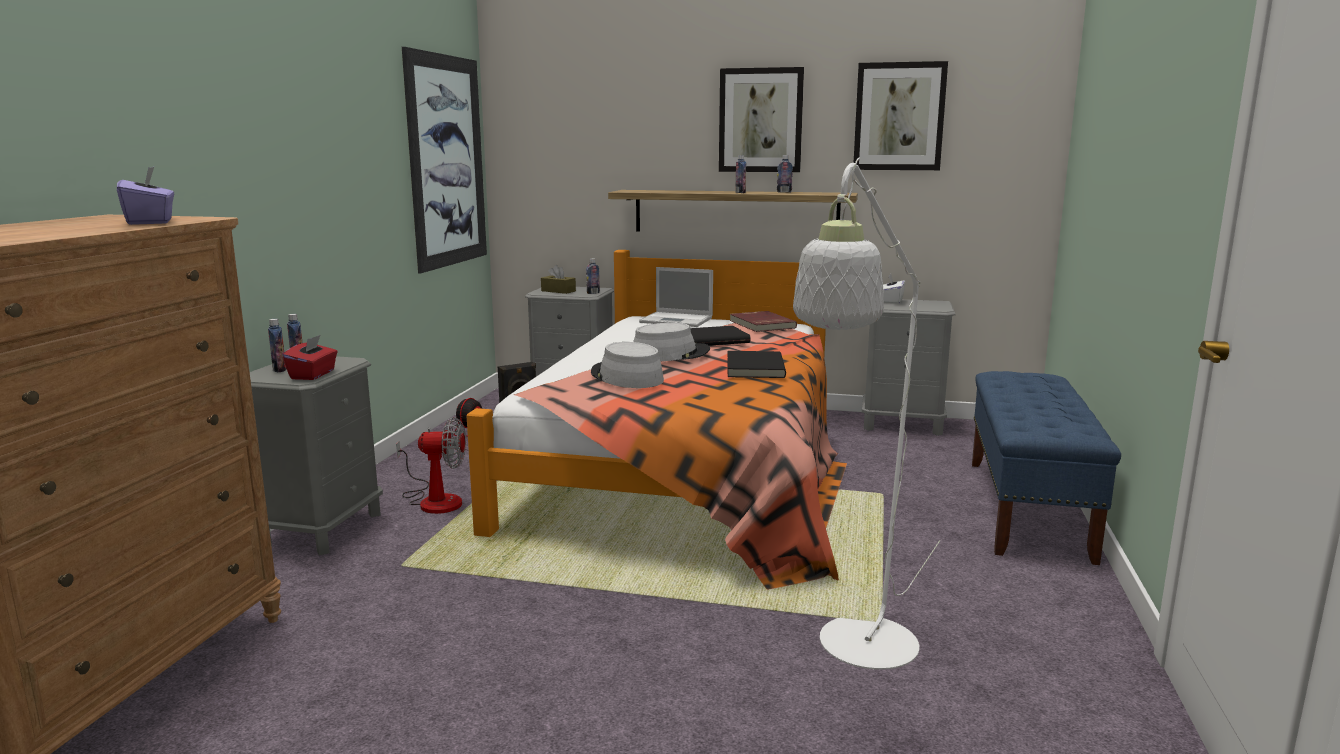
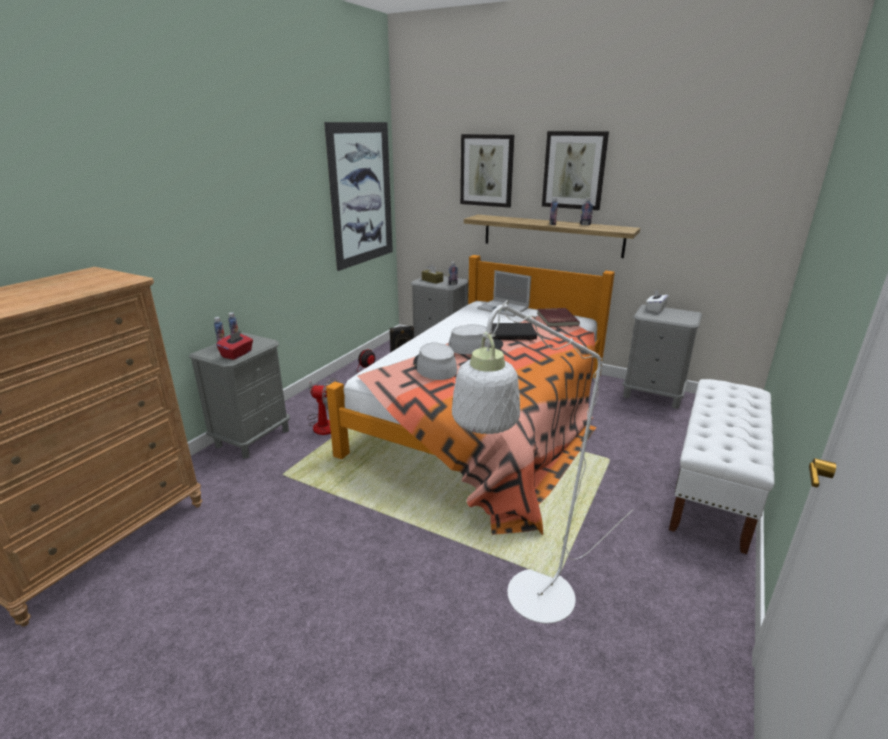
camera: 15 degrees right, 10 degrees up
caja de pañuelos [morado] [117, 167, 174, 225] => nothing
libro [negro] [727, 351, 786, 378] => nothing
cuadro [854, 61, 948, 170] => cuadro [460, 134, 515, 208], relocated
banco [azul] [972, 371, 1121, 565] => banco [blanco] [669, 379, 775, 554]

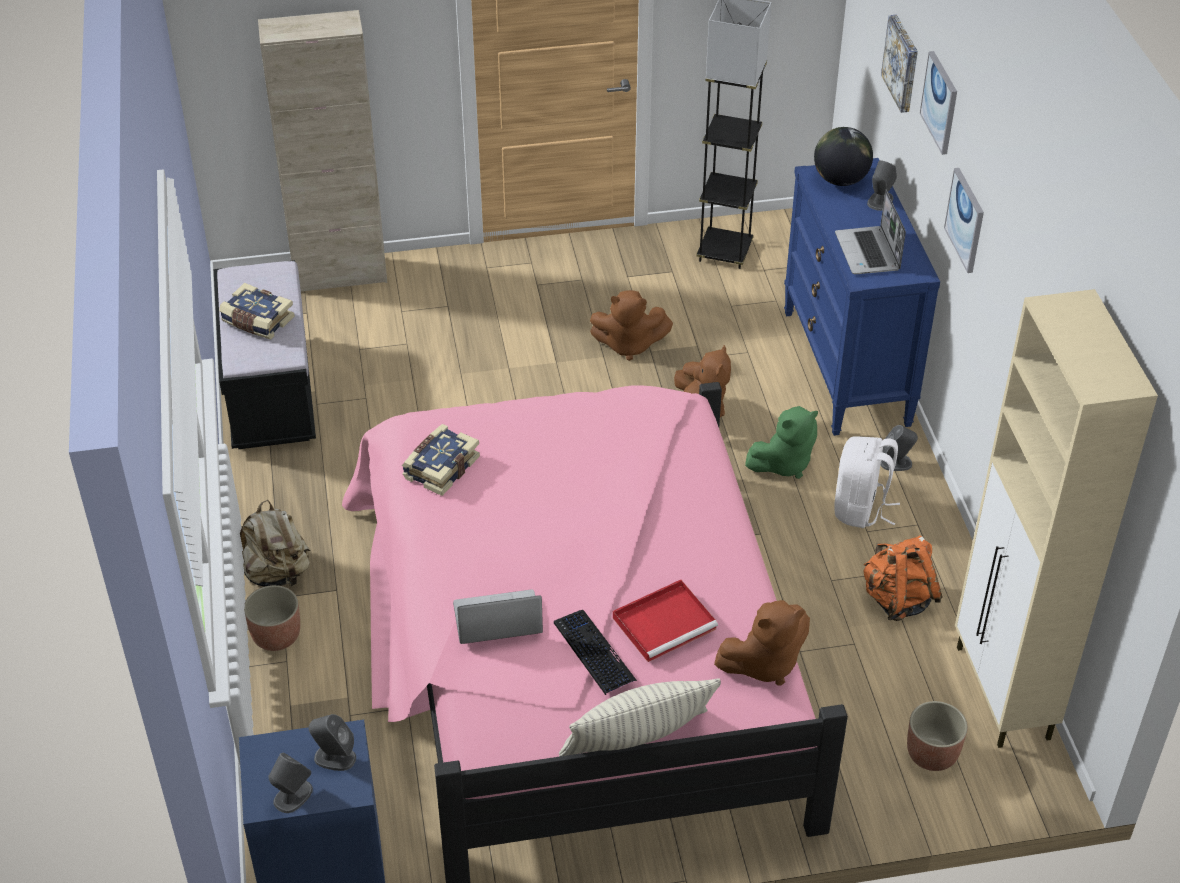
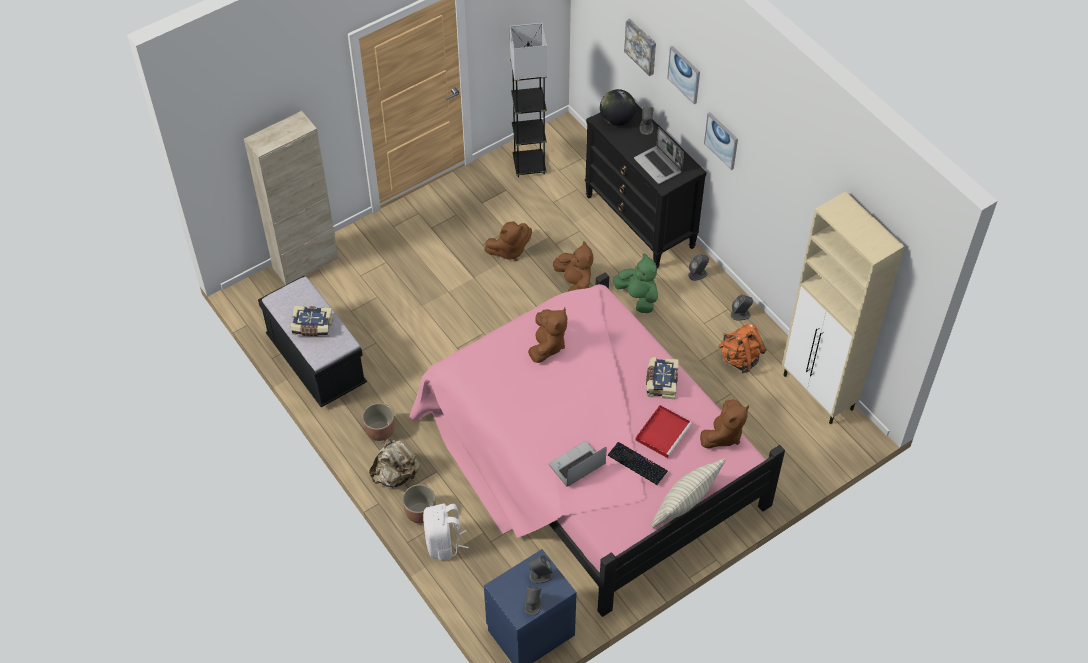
camera: 25 degrees left, 10 degrees up
libro [402, 424, 480, 496] => libro [646, 357, 679, 399], relocated
peluche [verde] [745, 406, 818, 479] => peluche [verde] [613, 254, 658, 313], 75 degrees counterclockwise
cómoda [azul] [784, 158, 940, 436] => cómoda [negro] [585, 102, 706, 268]
mochila [blanco] [834, 436, 900, 528] => mochila [blanco] [423, 503, 469, 560], relocated
maceta [907, 701, 968, 771] => maceta [362, 403, 395, 441], relocated
nothing => peluche [marrón] [528, 308, 567, 363]
nothing => altavoz [gris] [731, 295, 753, 321]

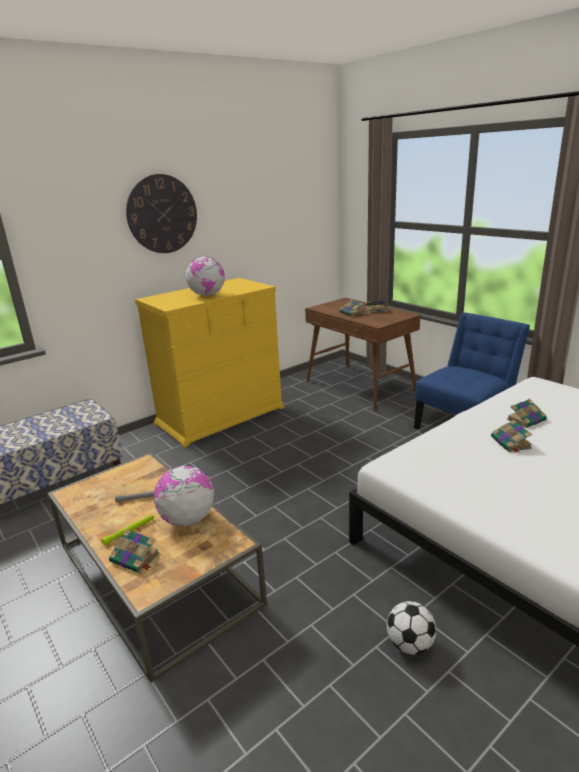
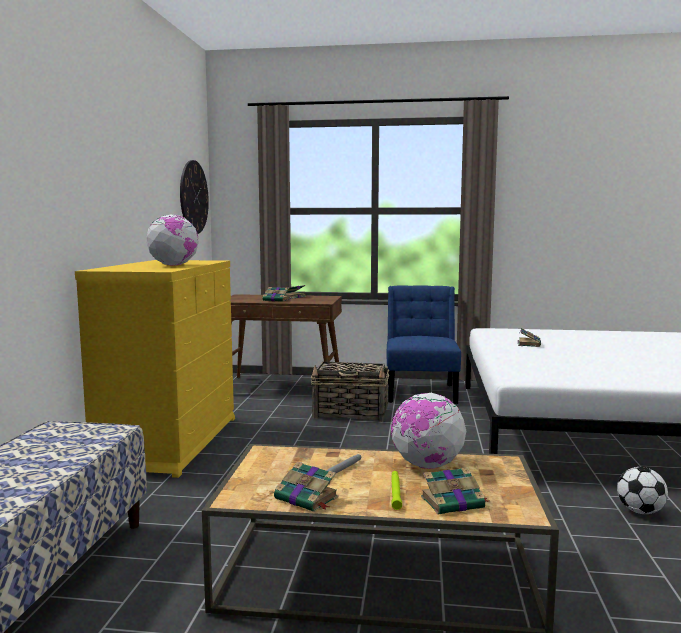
camera: 45 degrees left, 15 degrees down
reloj de pared [126, 174, 197, 253] => reloj de pared [180, 160, 209, 234], relocated
libro [491, 420, 532, 453] => libro [274, 461, 338, 512], relocated
nothing => cesta [310, 362, 389, 422]

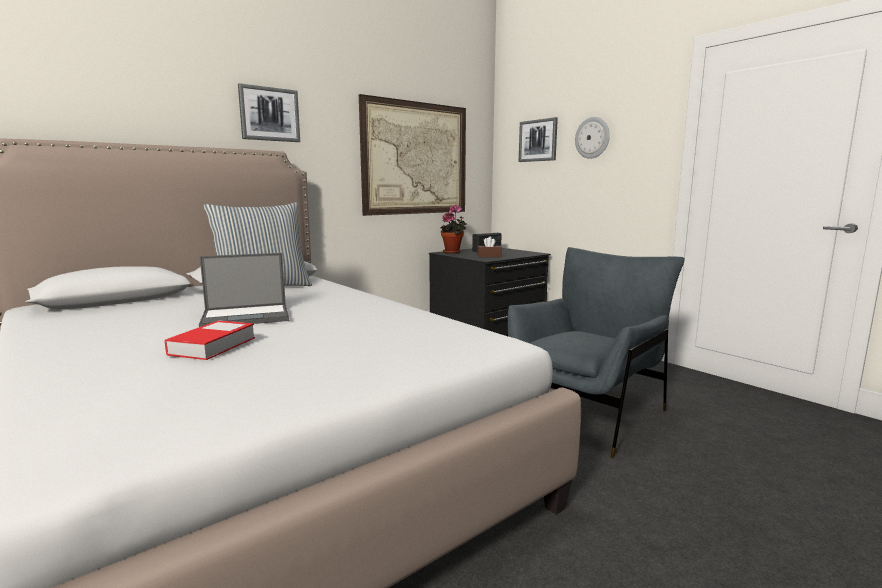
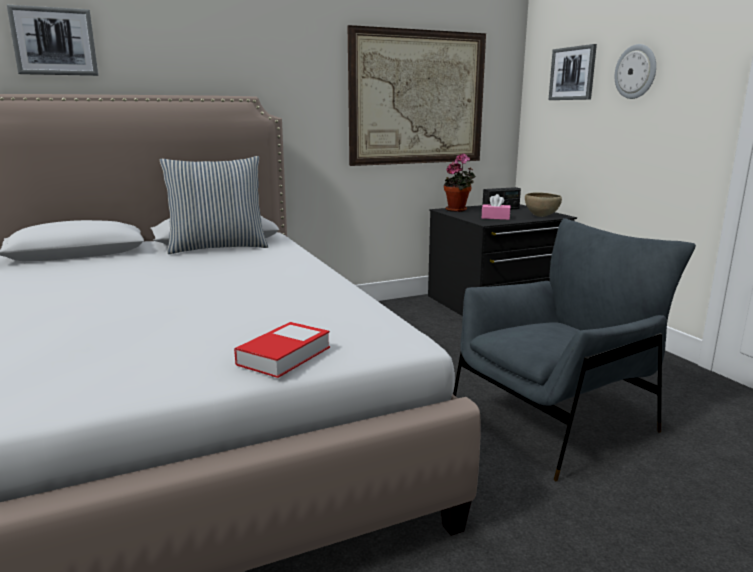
camera: 15 degrees right, 5 degrees up
libro [165, 320, 255, 360] => libro [234, 322, 330, 378], relocated
portátil [199, 253, 289, 327] => nothing
cuadro [238, 83, 300, 142] => cuadro [7, 5, 98, 76], relocated
caja de pañuelos [marrón] [477, 237, 502, 257] => caja de pañuelos [rosa] [482, 194, 511, 220]
nothing => cuenco [marrón] [525, 192, 562, 217]

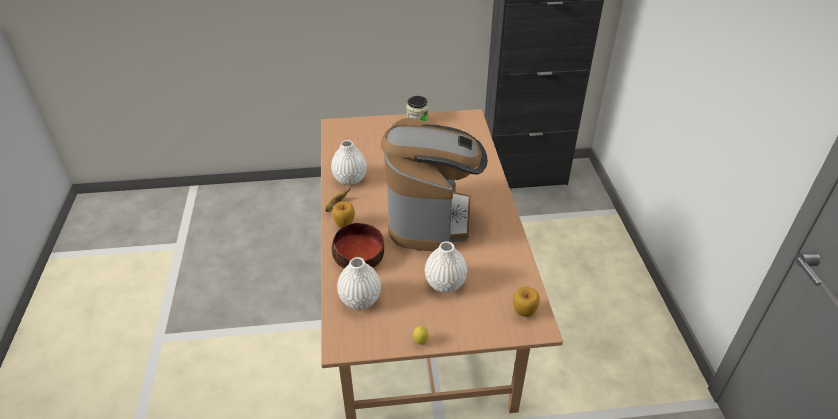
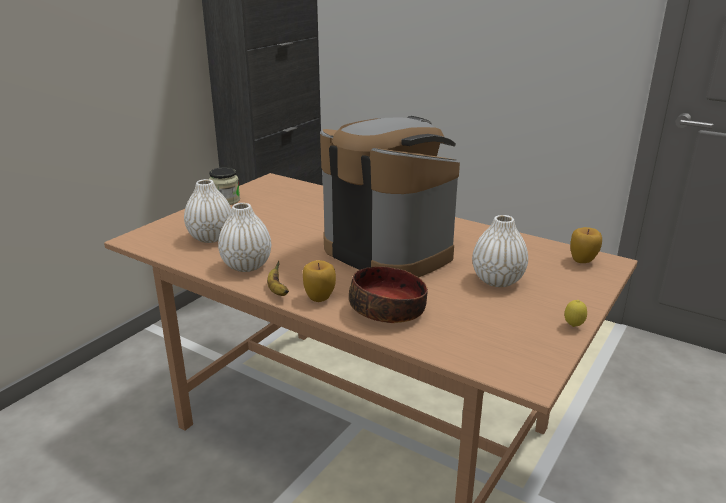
camera: 50 degrees left, 15 degrees down
florero [blanco] [337, 257, 381, 309] => florero [blanco] [184, 179, 232, 243], relocated

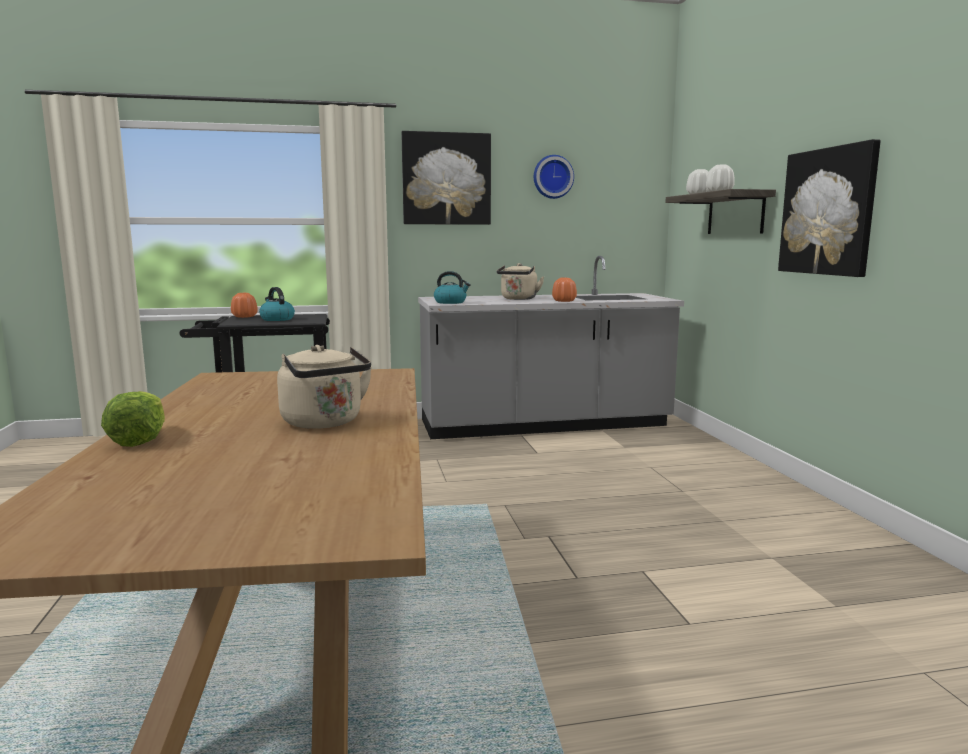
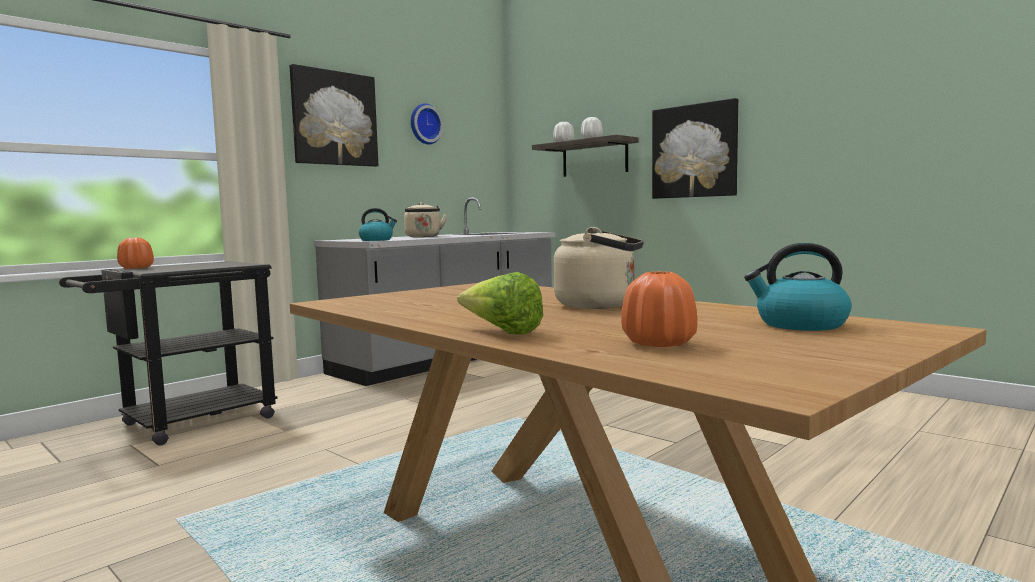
camera: 35 degrees left, 5 degrees down
hervidor [259, 287, 295, 321] => hervidor [744, 243, 852, 331], relocated
florero [naranja] [552, 278, 577, 302] => florero [naranja] [621, 271, 697, 347], relocated

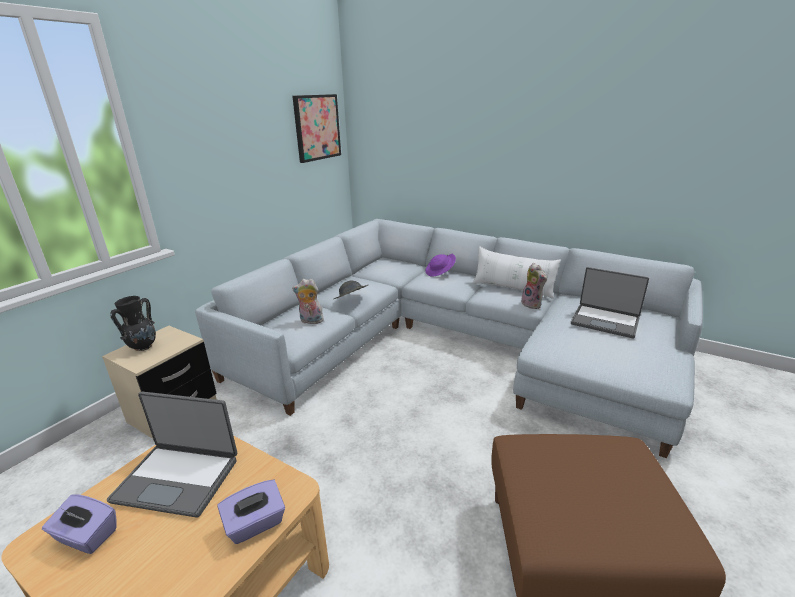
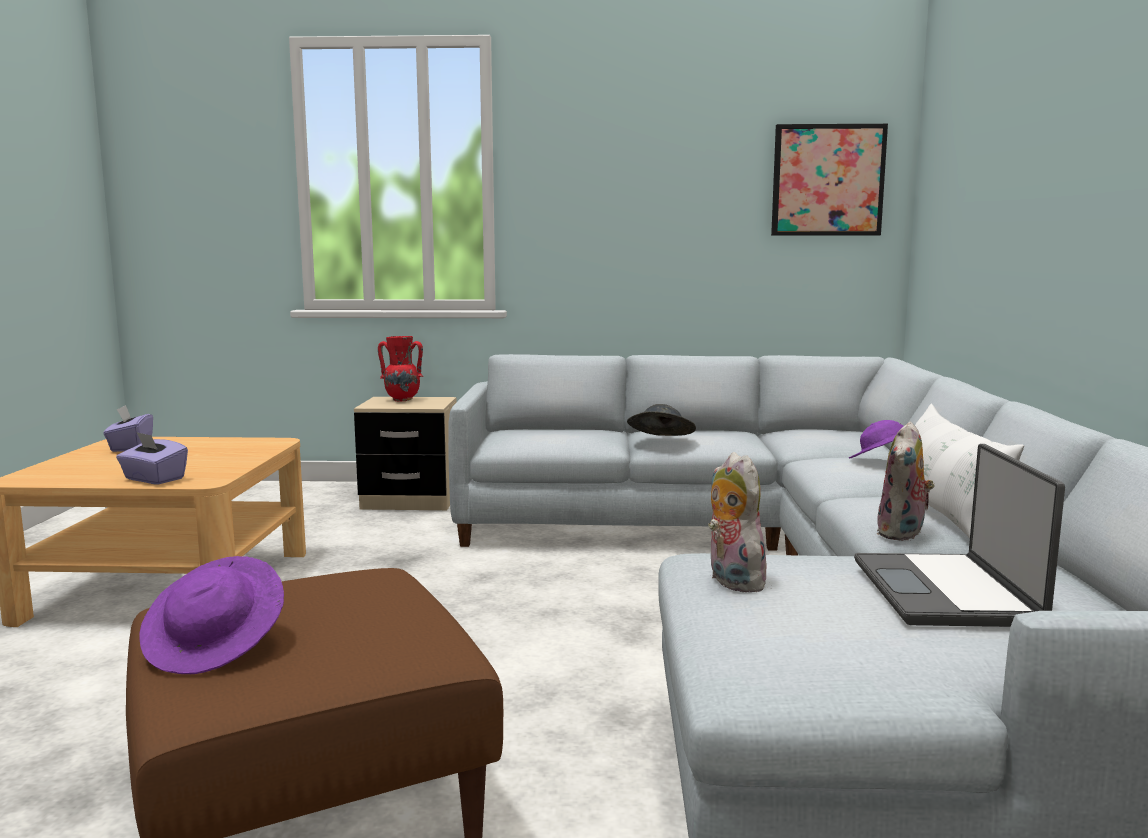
camera: 60 degrees right, 15 degrees down
portátil [107, 392, 237, 518] => nothing
florero [negro] [110, 296, 156, 351] => florero [rojo] [378, 336, 423, 401]
peluche [292, 279, 324, 324] => peluche [708, 452, 768, 592], relocated
nothing => sombrero [morado] [139, 556, 284, 674]

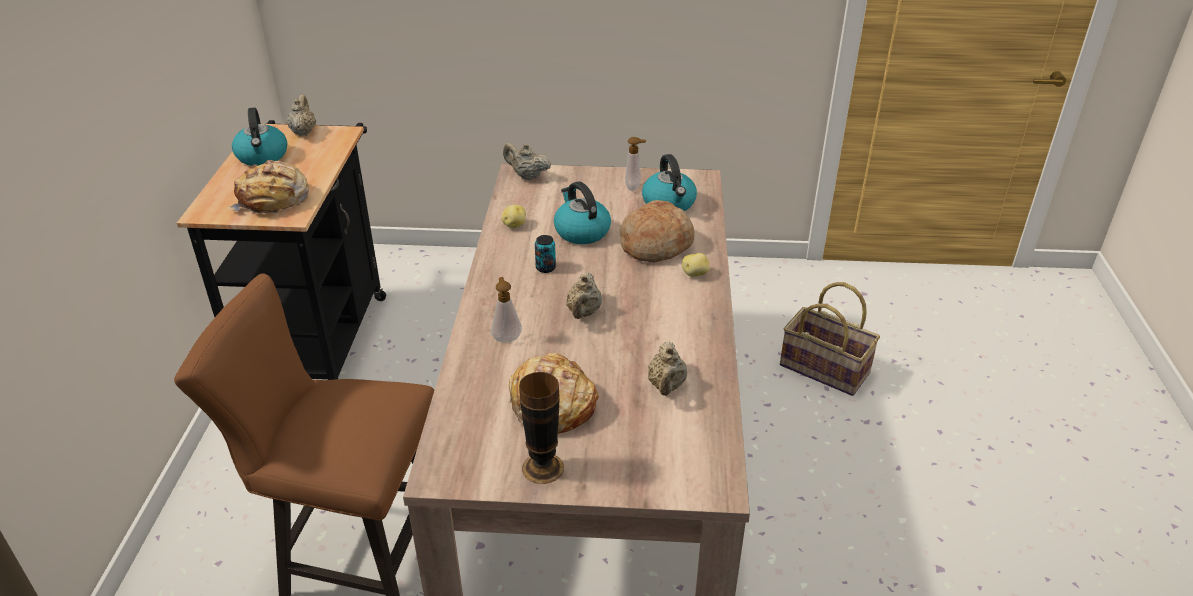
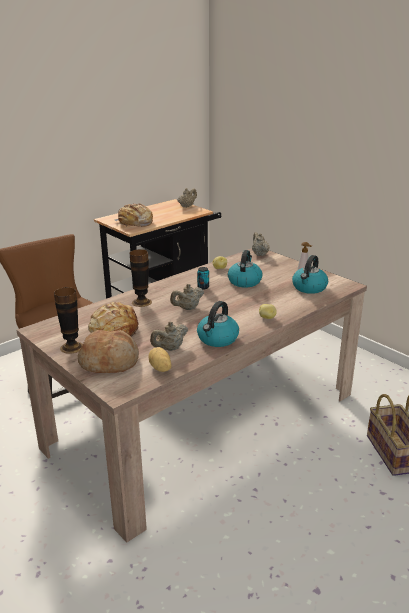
camera: 45 degrees right, 10 degrees down
hervidor [232, 108, 287, 166] => hervidor [197, 301, 239, 347], relocated
dispensador de jabón [491, 277, 522, 343] => florero [130, 249, 152, 307]
pan [620, 200, 695, 262] => pan [78, 330, 139, 373], relocated
nothing => patata [149, 347, 171, 372]

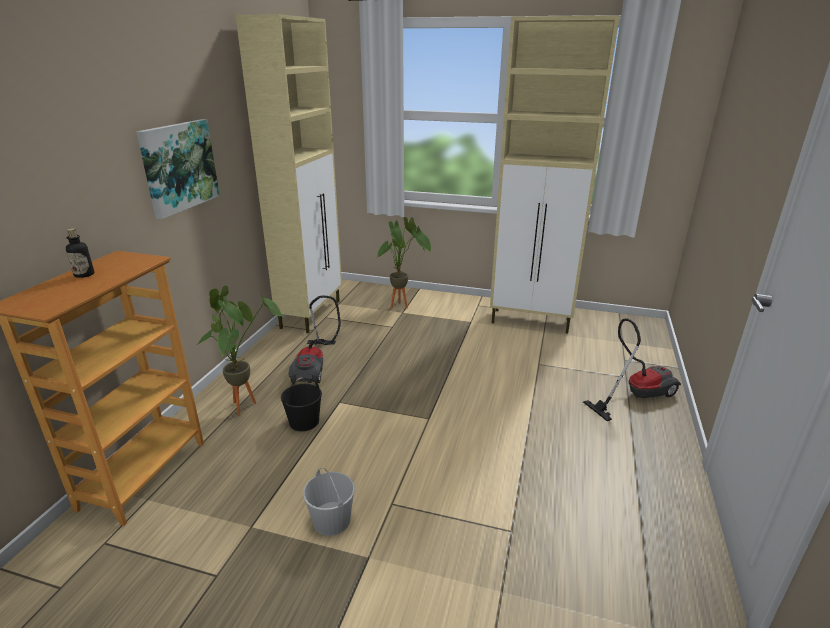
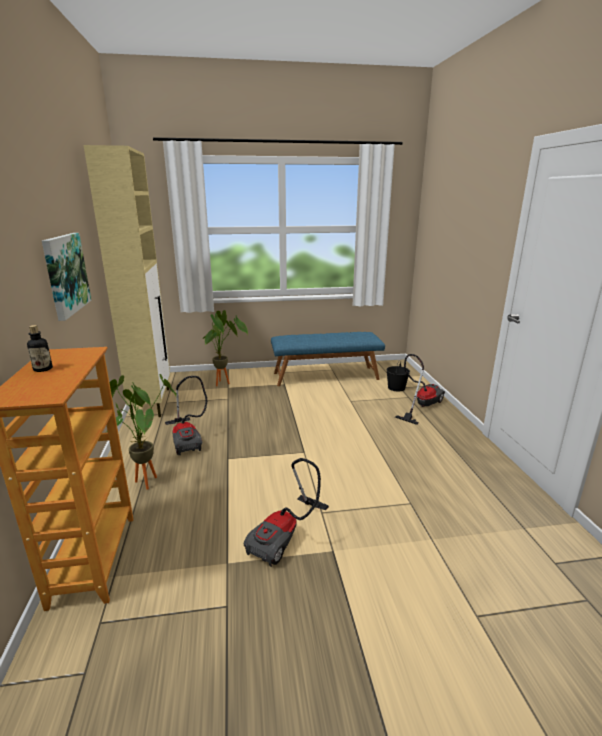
camera: 25 degrees left, 5 degrees down
cubo [negro] [281, 377, 322, 431] => cubo [negro] [386, 359, 410, 391], relocated
cubo [blanco] [303, 468, 355, 536] => aspiradora [244, 458, 329, 567]
armario [beis] [490, 15, 620, 333] => banco [azul] [271, 332, 385, 386]

